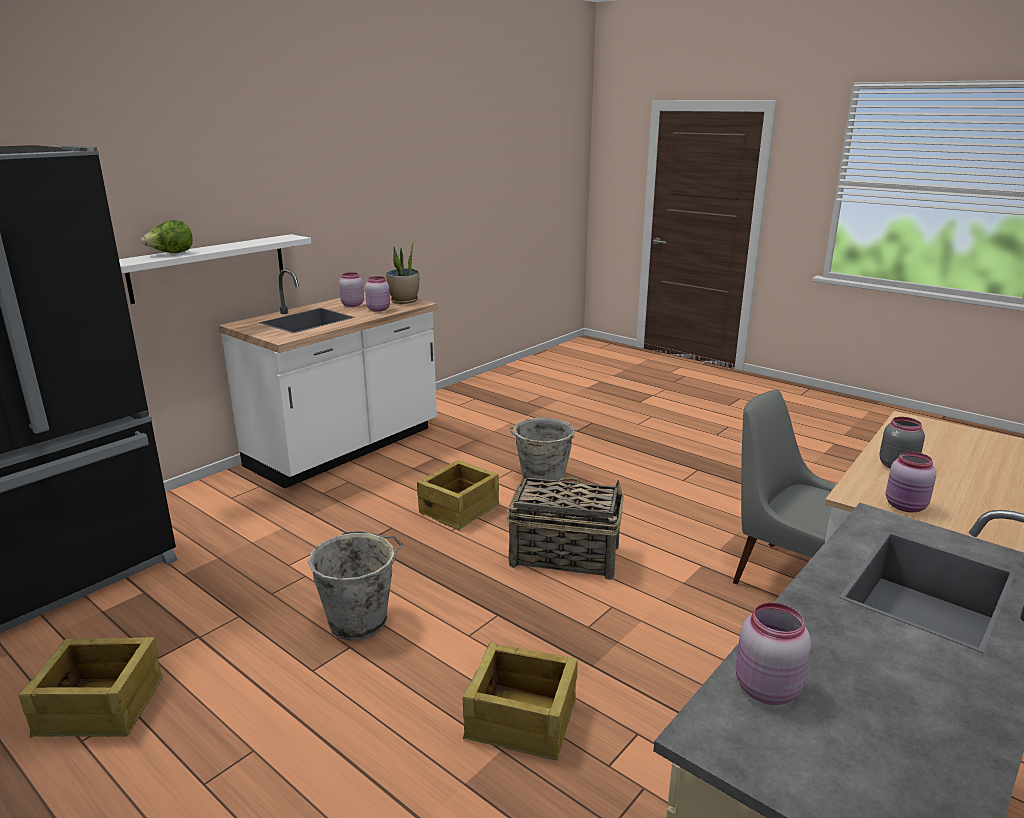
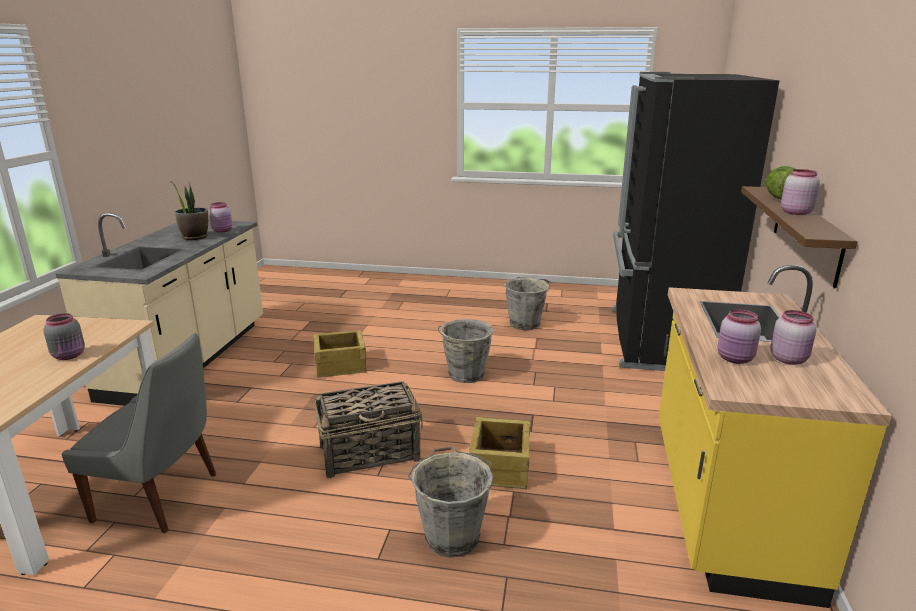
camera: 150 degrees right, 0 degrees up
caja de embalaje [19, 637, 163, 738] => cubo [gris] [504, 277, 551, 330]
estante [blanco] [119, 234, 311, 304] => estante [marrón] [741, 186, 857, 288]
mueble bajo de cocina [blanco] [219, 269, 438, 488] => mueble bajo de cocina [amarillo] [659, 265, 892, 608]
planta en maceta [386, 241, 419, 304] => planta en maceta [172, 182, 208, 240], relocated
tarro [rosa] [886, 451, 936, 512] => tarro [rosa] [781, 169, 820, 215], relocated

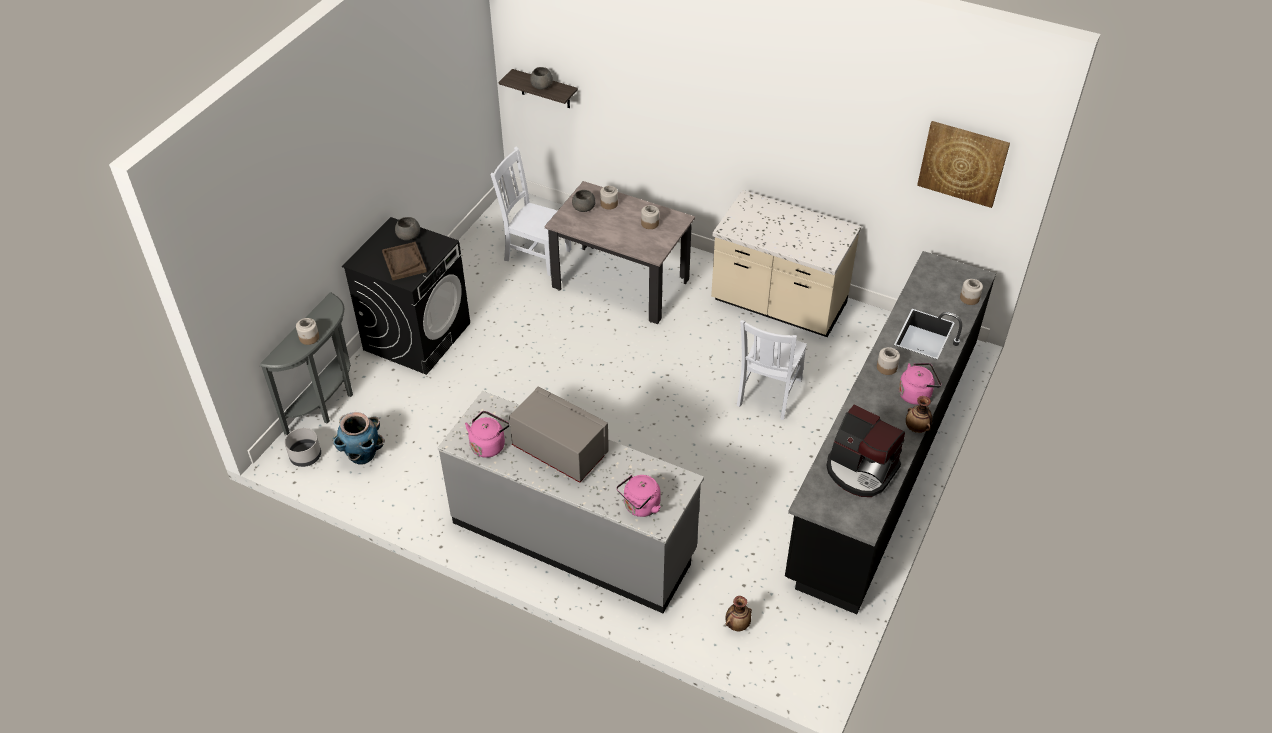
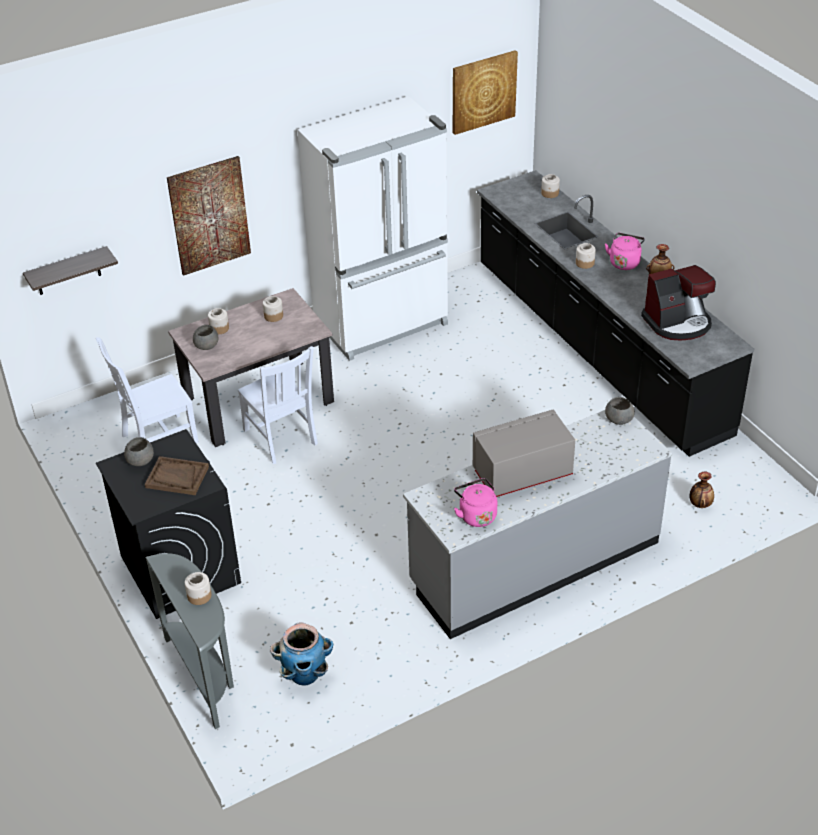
camera: 55 degrees left, 5 degrees down
maceta [gris] [285, 428, 321, 467] => nothing
cuenco [gris] [530, 67, 553, 90] => cuenco [gris] [605, 397, 634, 425], relocated
hervidor [rosa] [617, 475, 661, 517] => nothing
mueble bajo de cocina [beis] [711, 190, 861, 337] => nevera [blanco] [297, 96, 448, 361]
silla [blanco] [737, 320, 807, 420] => silla [blanco] [238, 346, 318, 464], relocated
nothing => cuadro [167, 156, 251, 276]

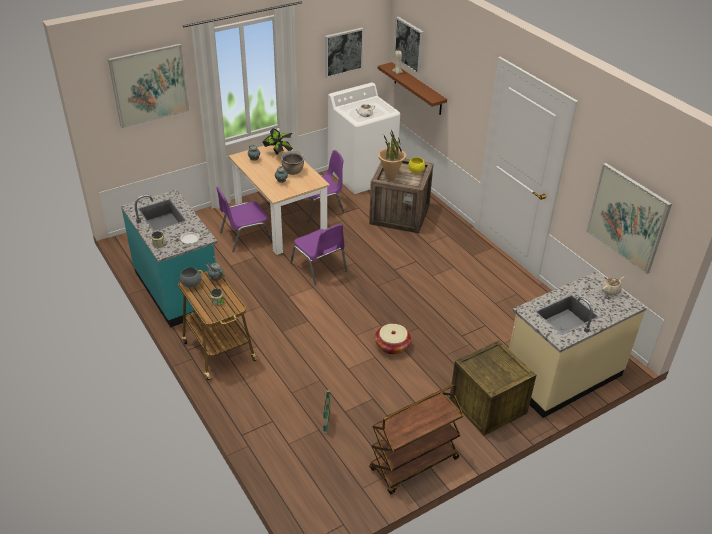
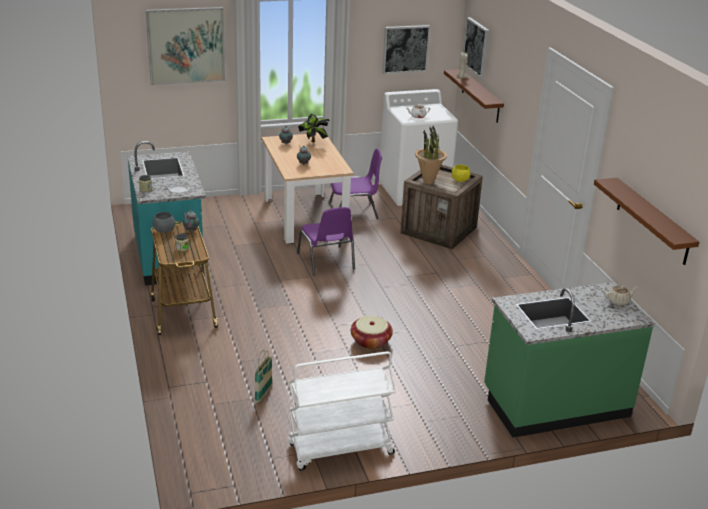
camera: 15 degrees right, 10 degrees down
silla [morado] [216, 187, 272, 252] => nothing
olla [marrón] [281, 151, 305, 175] => nothing
carrito [marrón] [369, 384, 464, 494] => carrito [blanco] [288, 351, 396, 470]
caja de embalaje [449, 340, 536, 436] => nothing
mueble bajo de cocina [beis] [509, 271, 647, 418] => mueble bajo de cocina [verde] [484, 282, 655, 437]
cuadro [586, 163, 672, 274] => estante [marrón] [594, 178, 699, 265]

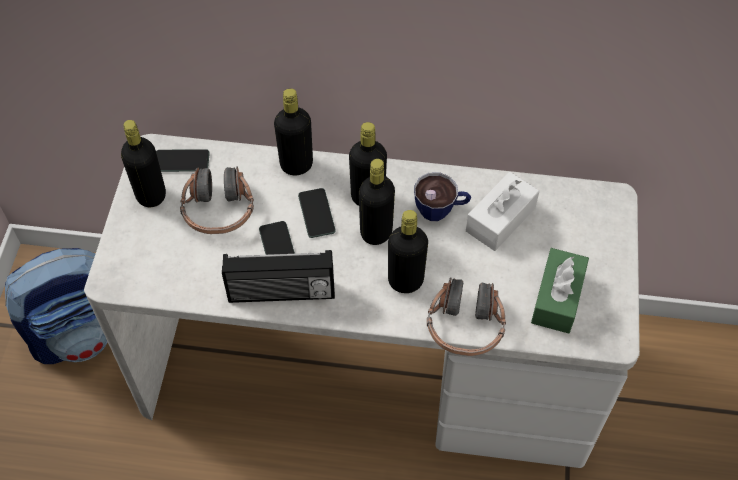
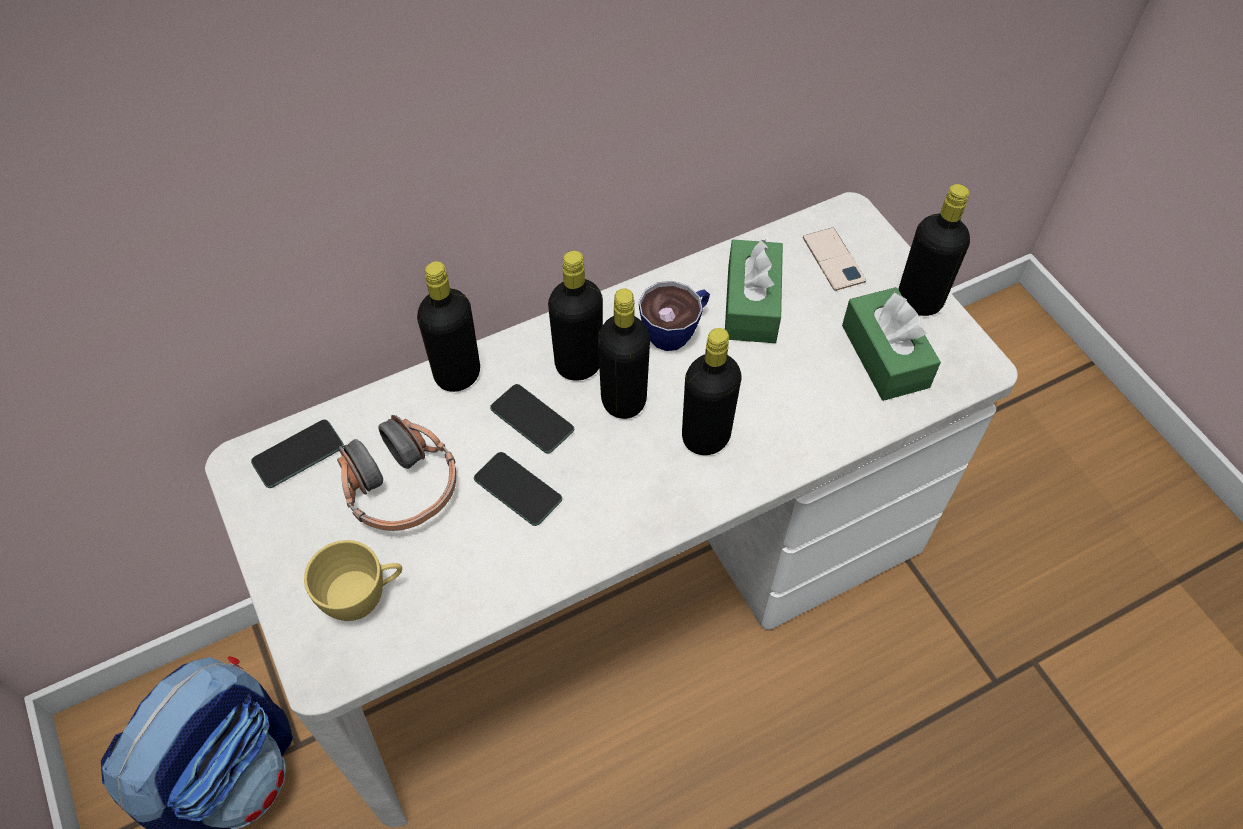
camera: 35 degrees left, 0 degrees up
botella [negro] [121, 120, 166, 207] => botella [negro] [898, 184, 970, 316], relocated
radio [222, 250, 335, 303] => nothing
auriculares [427, 277, 506, 356] => nothing
caja de pañuelos [blanco] [466, 172, 539, 251] => caja de pañuelos [verde] [725, 239, 783, 343]
nothing => taza [amarillo] [304, 540, 402, 621]
nothing => móvil [803, 227, 866, 291]

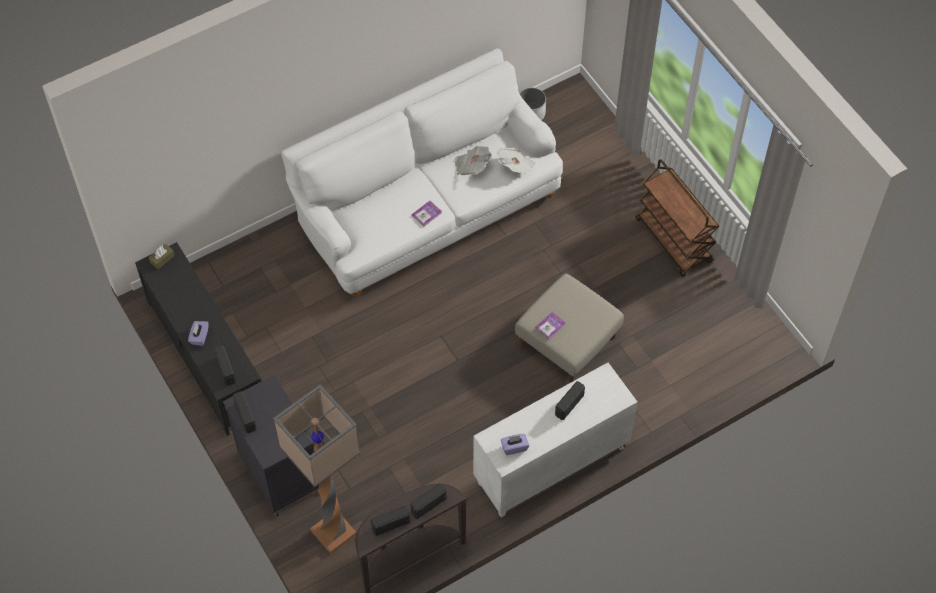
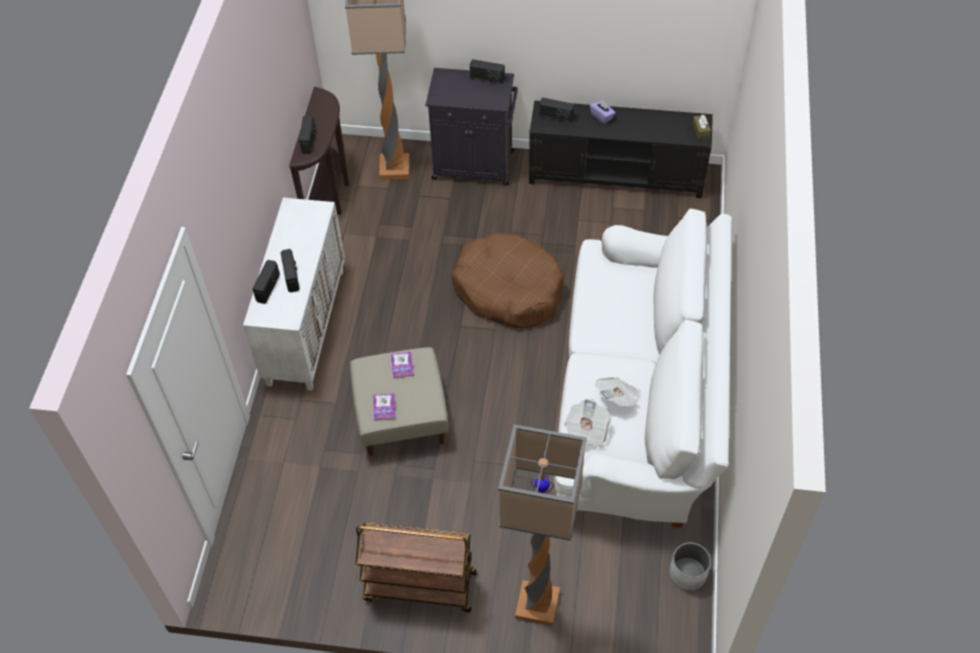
camera: 130 degrees right, 5 degrees down
radio [371, 506, 410, 536] => radio [253, 260, 280, 304], relocated
libro [412, 201, 442, 226] => libro [373, 393, 395, 421], relocated
caja de pañuelos [morado] [501, 434, 529, 455] => nothing
nothing => cama para perro [marrón] [452, 233, 564, 328]
nothing => lámpara de pie [498, 424, 587, 626]

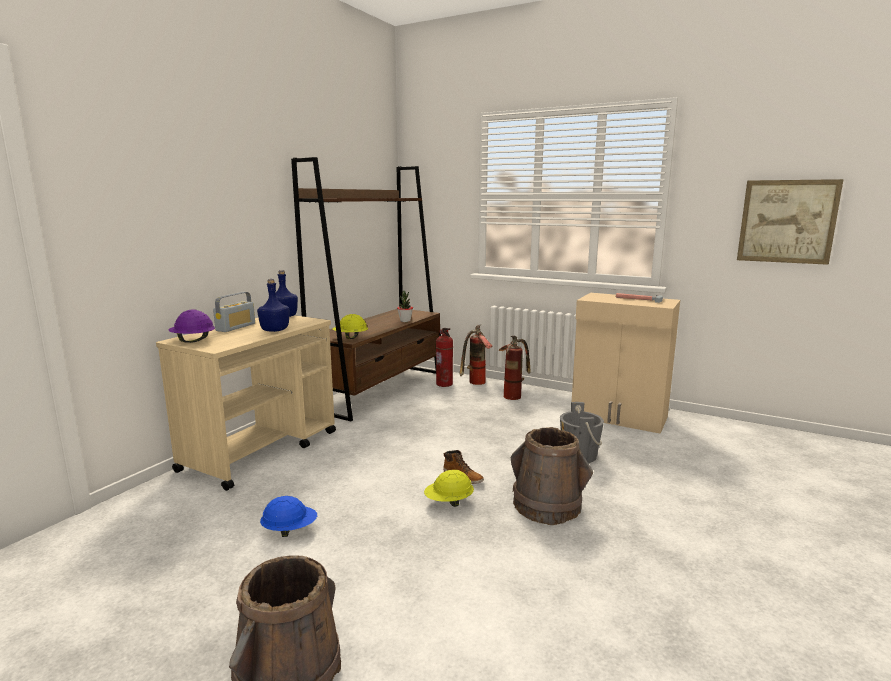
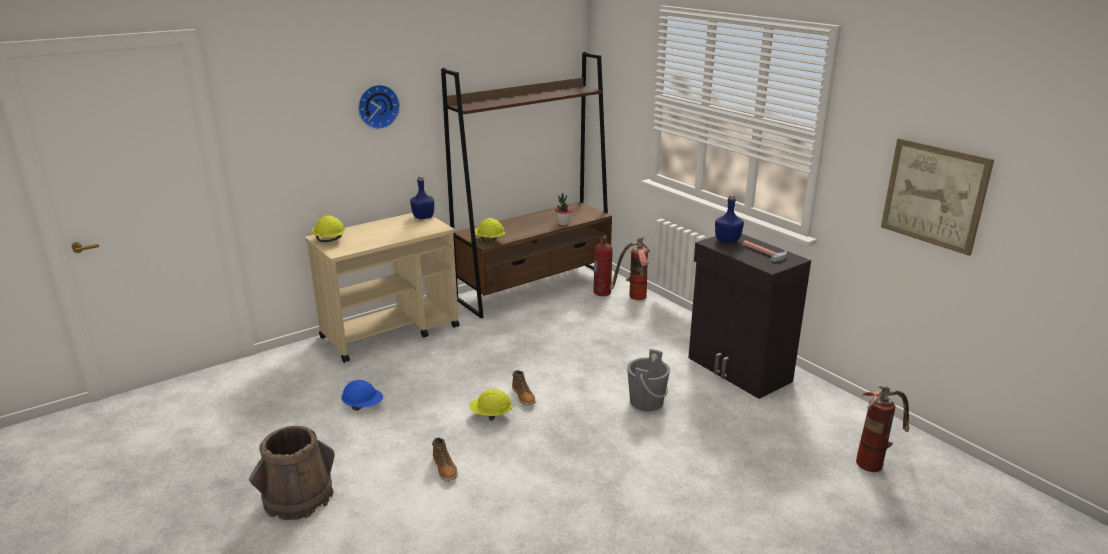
camera: 25 degrees right, 10 degrees up
casco [morado] [169, 309, 215, 343] => casco [amarillo] [312, 215, 346, 242]
radio [213, 292, 255, 332] => nothing
botella [azul] [257, 279, 290, 332] => botella [azul] [715, 195, 744, 243], relocated
extintor [499, 336, 531, 400] => extintor [856, 386, 909, 472], relocated
cubo [marrón] [511, 427, 593, 525] => nothing
armario [beis] [572, 293, 680, 434] => armario [negro] [688, 234, 811, 399]
nothing => reloj de pared [358, 84, 400, 130]
nothing => bota [432, 438, 458, 481]

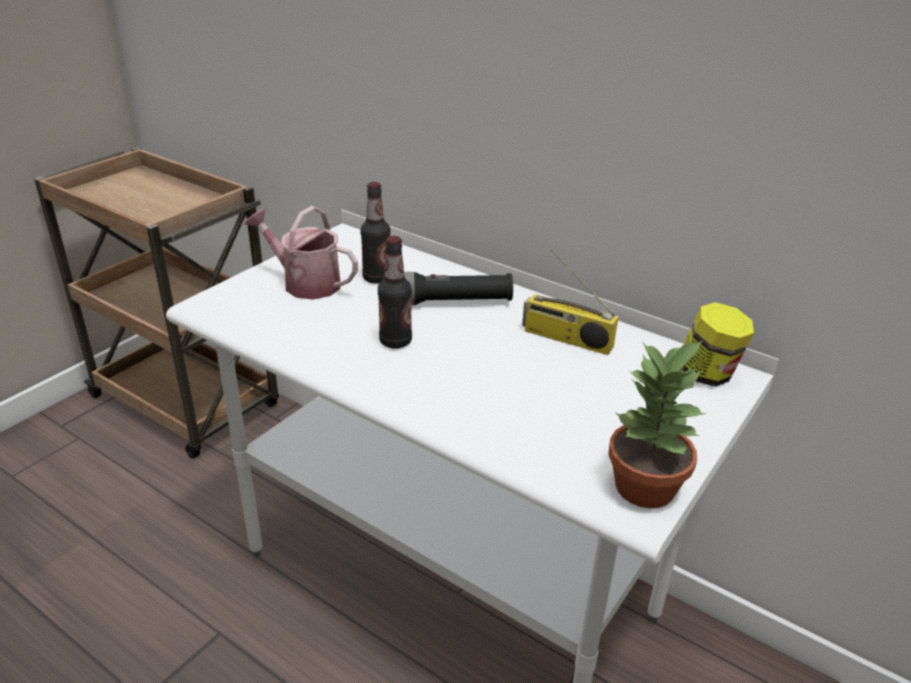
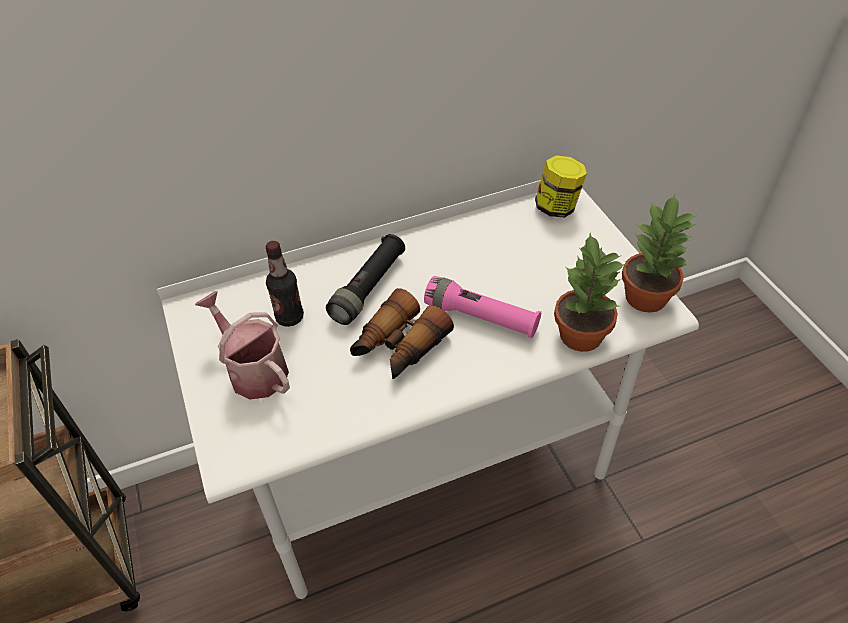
camera: 55 degrees left, 15 degrees up
regadera [245, 206, 358, 300] => regadera [195, 291, 290, 399], 75 degrees clockwise
botella [378, 236, 412, 349] => prismáticos [350, 288, 454, 379]
radio [522, 249, 619, 355] => nothing
nothing => linterna [rosa] [424, 276, 542, 338]
nothing => planta en maceta [554, 233, 626, 352]

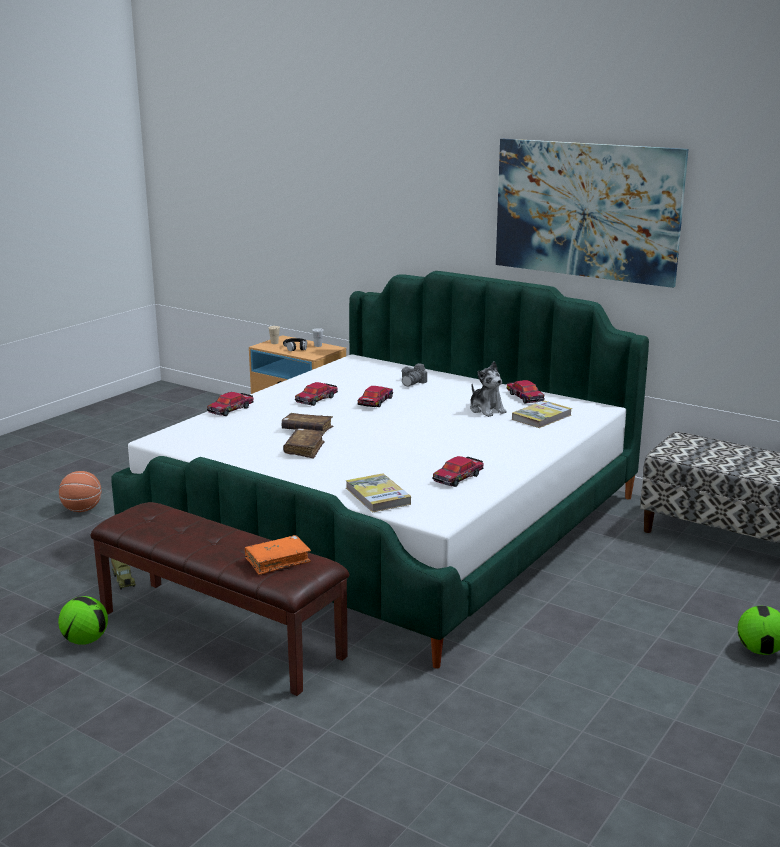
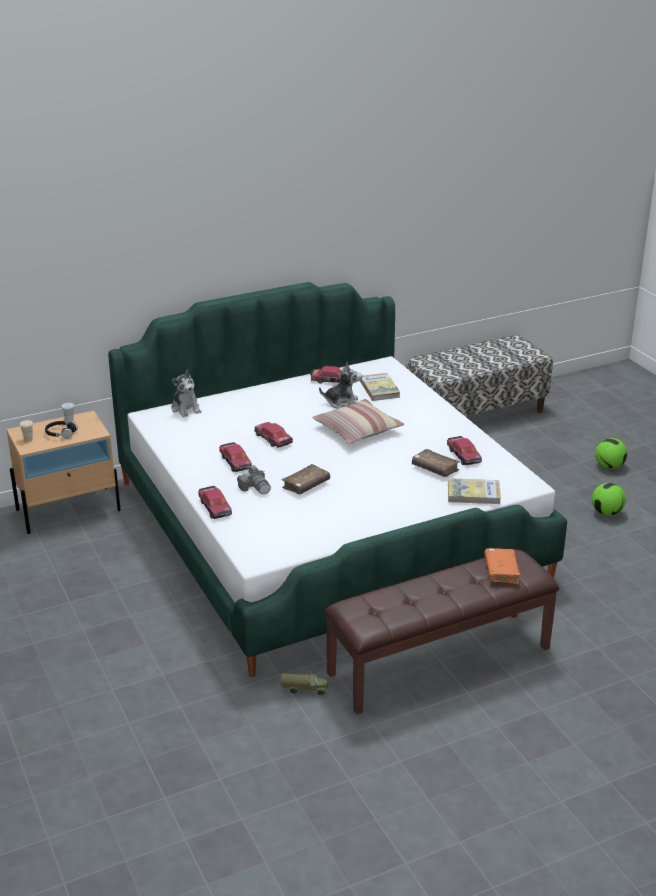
camera: 60 degrees left, 10 degrees up
balón de fútbol [58, 596, 108, 645] => balón de fútbol [592, 483, 626, 516], relocated
balón de baloncesto [59, 471, 101, 512] => nothing
libro [marrón] [283, 428, 325, 458] => libro [marrón] [412, 449, 460, 477], relocated
cámara [401, 363, 427, 387] => cámara [237, 465, 271, 494], relocated
cuadro [496, 139, 688, 288] => nothing
nothing => peluche [171, 369, 201, 417]
nothing => cojín [313, 399, 404, 444]

